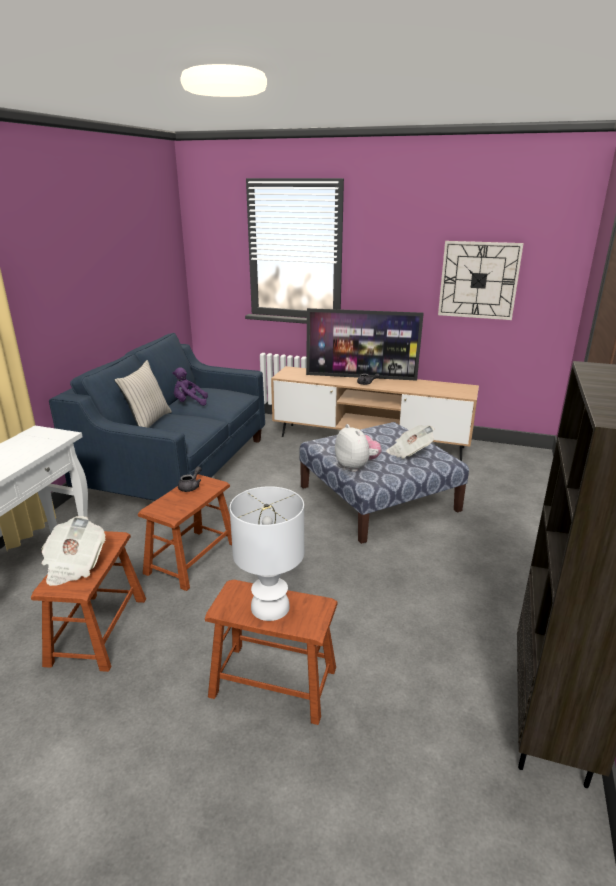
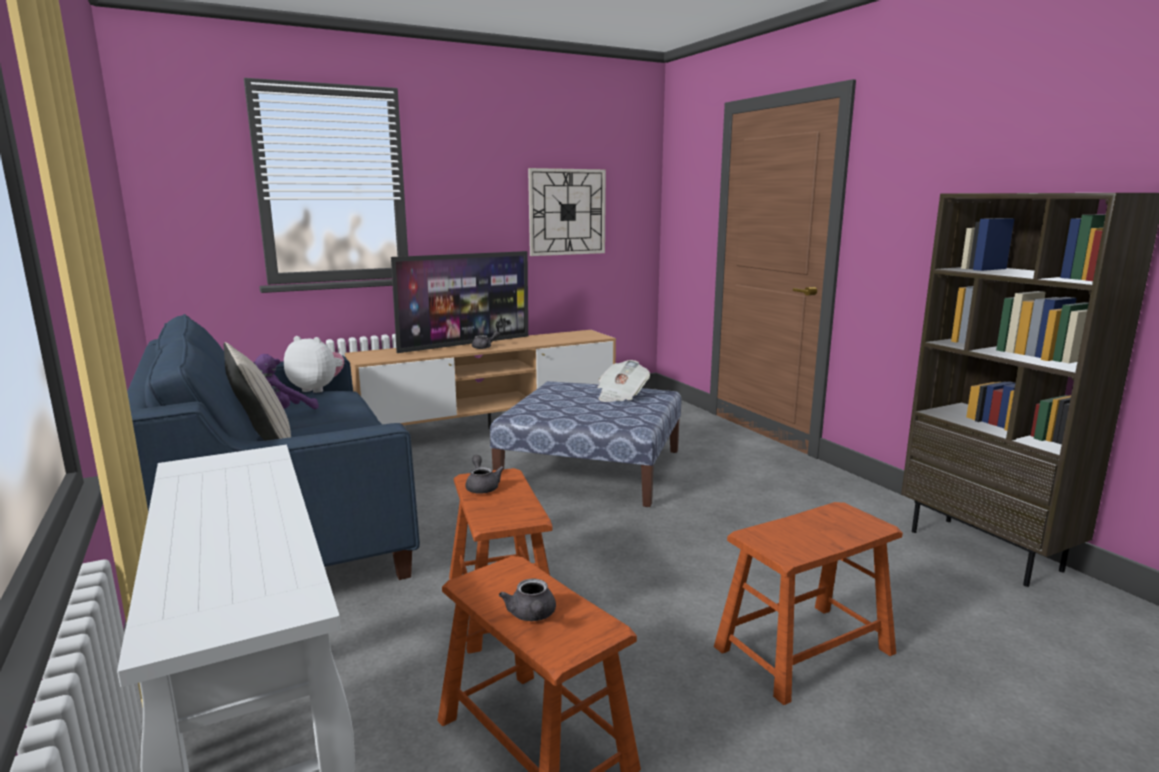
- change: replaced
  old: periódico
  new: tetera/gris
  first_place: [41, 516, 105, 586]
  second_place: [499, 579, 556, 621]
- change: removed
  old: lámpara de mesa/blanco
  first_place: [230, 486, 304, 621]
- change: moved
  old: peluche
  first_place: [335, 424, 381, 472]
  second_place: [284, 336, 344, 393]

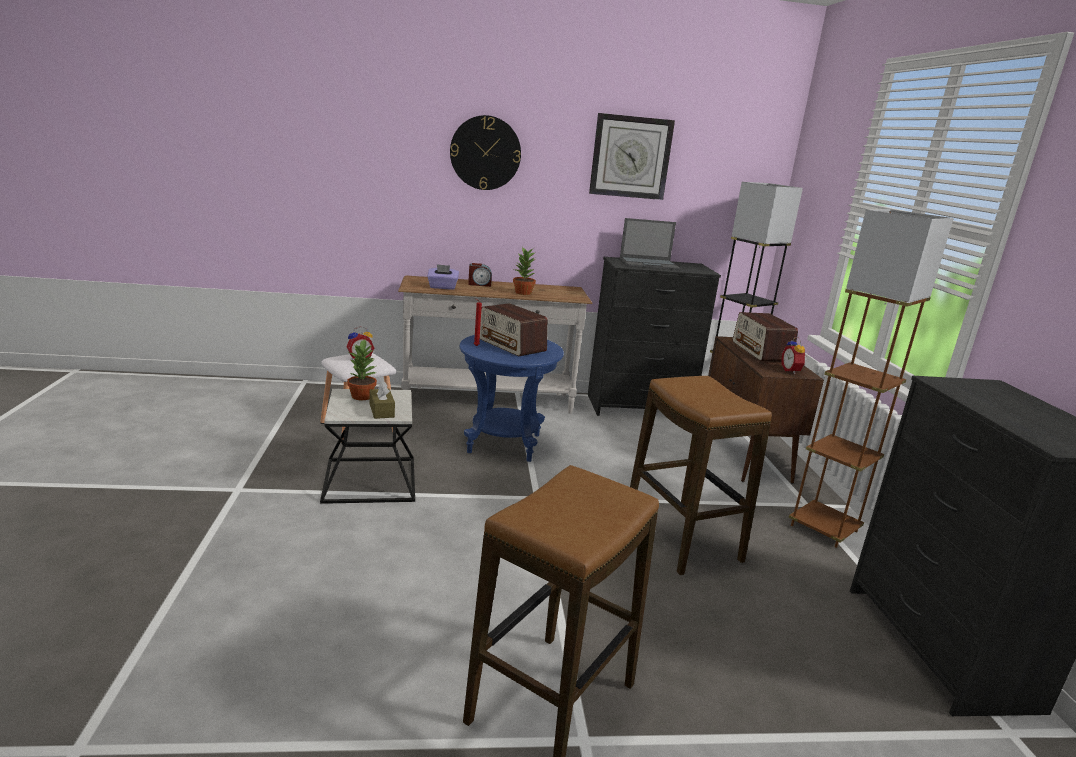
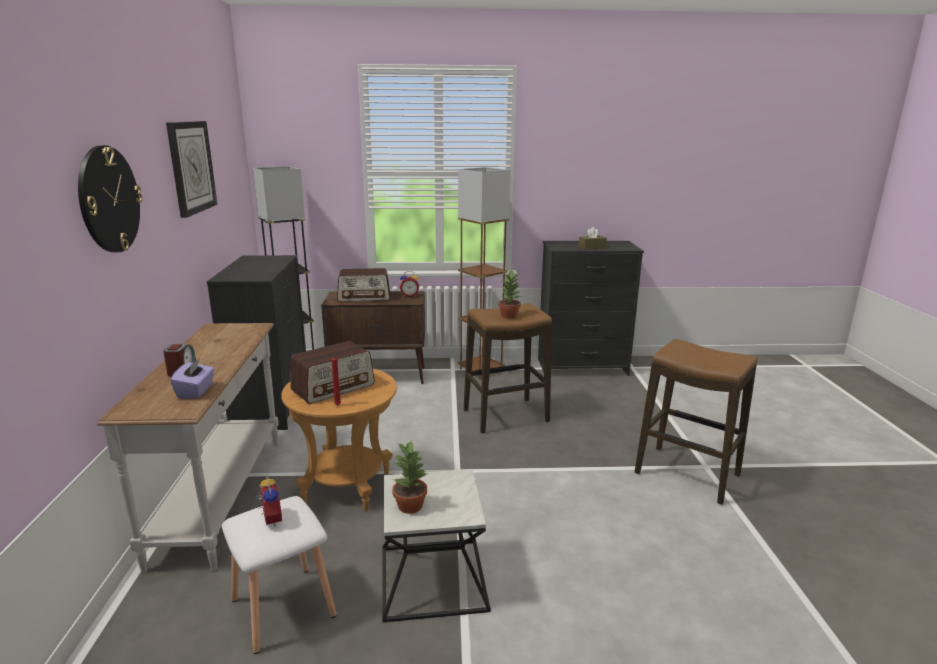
- change: moved
  old: caja de pañuelos/marrón
  first_place: [370, 381, 395, 419]
  second_place: [579, 227, 607, 250]
- change: recoloured
  old: mesa auxiliar/azul
  new: mesa auxiliar/marrón
  first_place: [460, 335, 564, 462]
  second_place: [281, 369, 397, 511]
- change: moved
  old: planta en maceta
  first_place: [513, 247, 536, 295]
  second_place: [498, 269, 521, 318]
- change: removed
  old: portátil
  first_place: [620, 218, 680, 270]

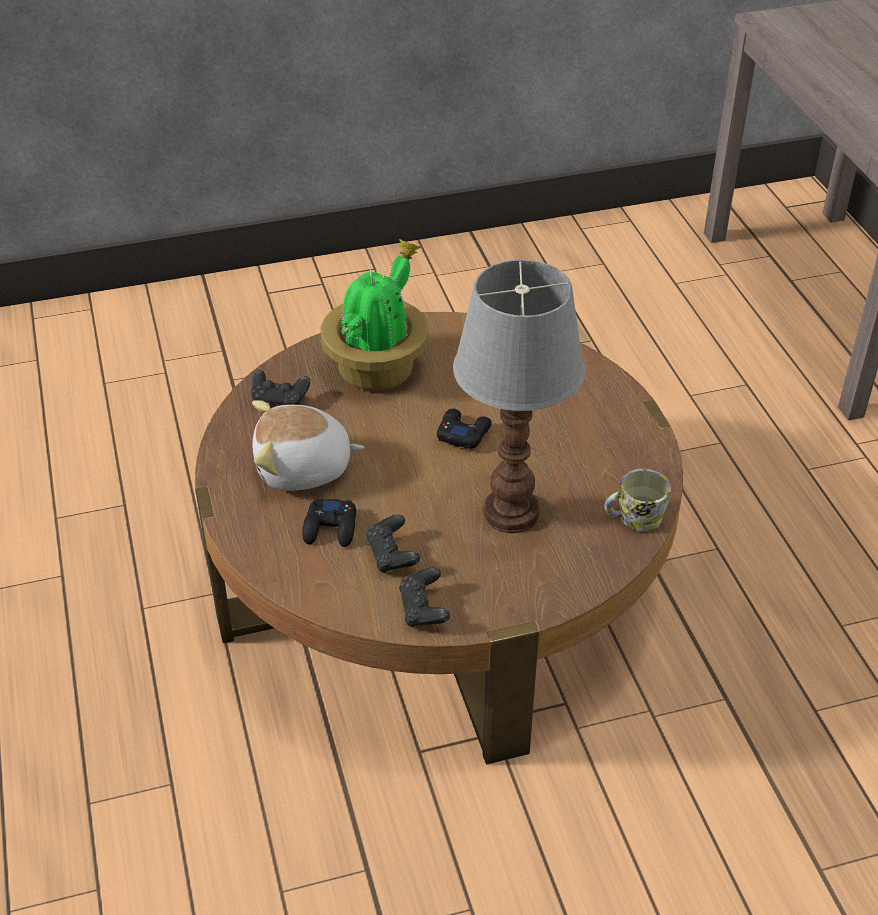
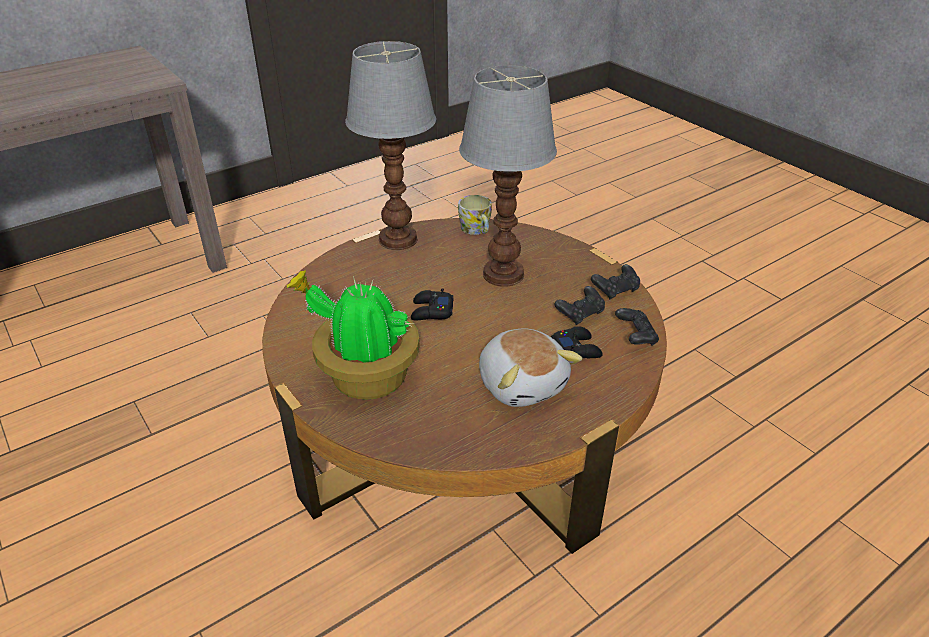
- change: moved
  old: mando de consola/negro
  first_place: [251, 370, 311, 405]
  second_place: [615, 308, 659, 346]
- change: added
  new: lámpara de mesa
  second_place: [345, 41, 436, 250]

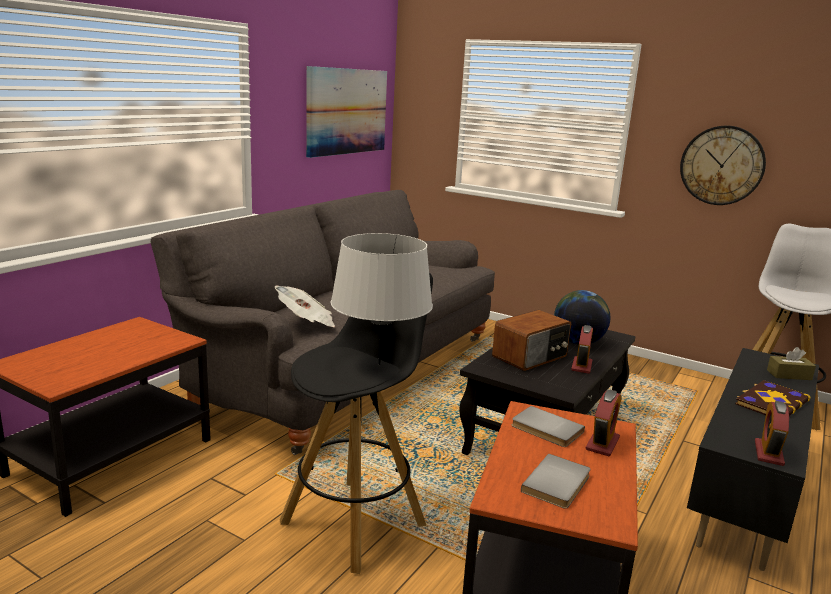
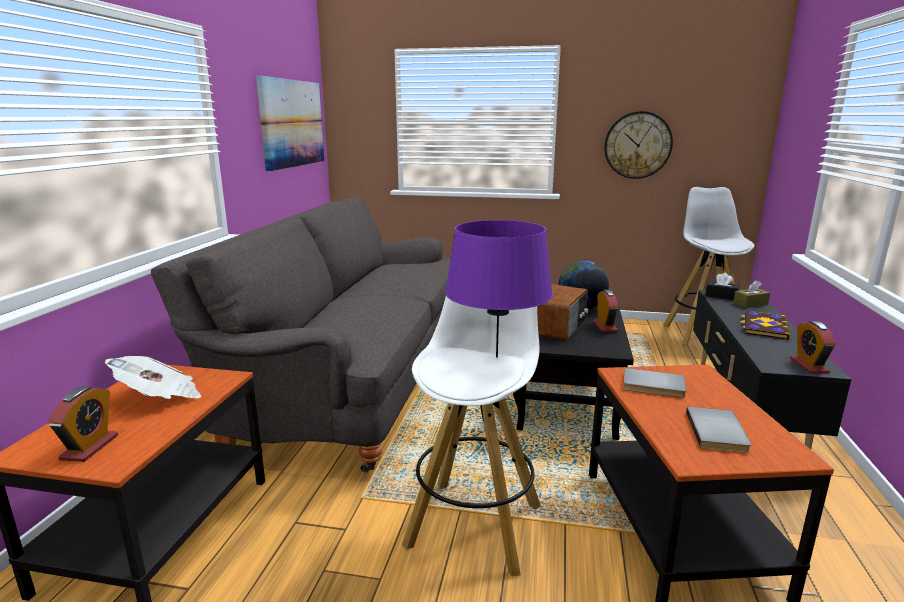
- change: moved
  old: periódico
  first_place: [274, 285, 335, 327]
  second_place: [105, 356, 201, 399]
- change: recoloured
  old: taburete/negro
  new: taburete/blanco
  first_place: [280, 273, 433, 574]
  second_place: [401, 296, 541, 577]
- change: recoloured
  old: lámpara de mesa/gris
  new: lámpara de mesa/morado
  first_place: [331, 233, 433, 365]
  second_place: [445, 220, 553, 358]
- change: moved
  old: despertador
  first_place: [585, 390, 622, 456]
  second_place: [48, 386, 118, 462]
- change: added
  new: caja de pañuelos/negro
  second_place: [705, 273, 739, 300]

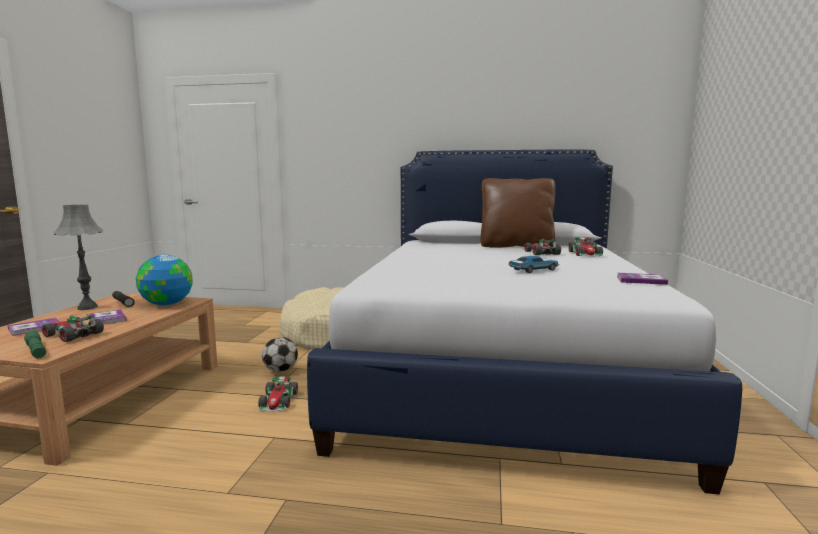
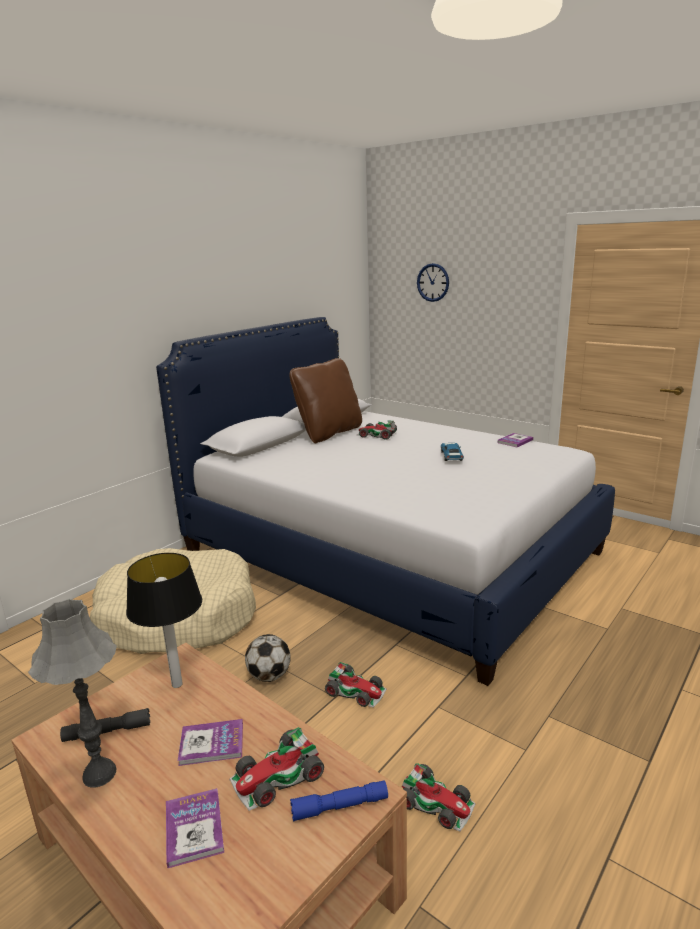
- change: recoloured
  old: linterna/verde
  new: linterna/azul
  first_place: [24, 331, 46, 358]
  second_place: [290, 781, 388, 821]
- change: replaced
  old: globo terráqueo
  new: lámpara de mesa
  first_place: [136, 255, 193, 306]
  second_place: [126, 553, 202, 688]
- change: moved
  old: coche de juguete
  first_place: [568, 237, 603, 256]
  second_place: [402, 763, 476, 832]
- change: added
  new: reloj de pared
  second_place: [417, 263, 449, 302]

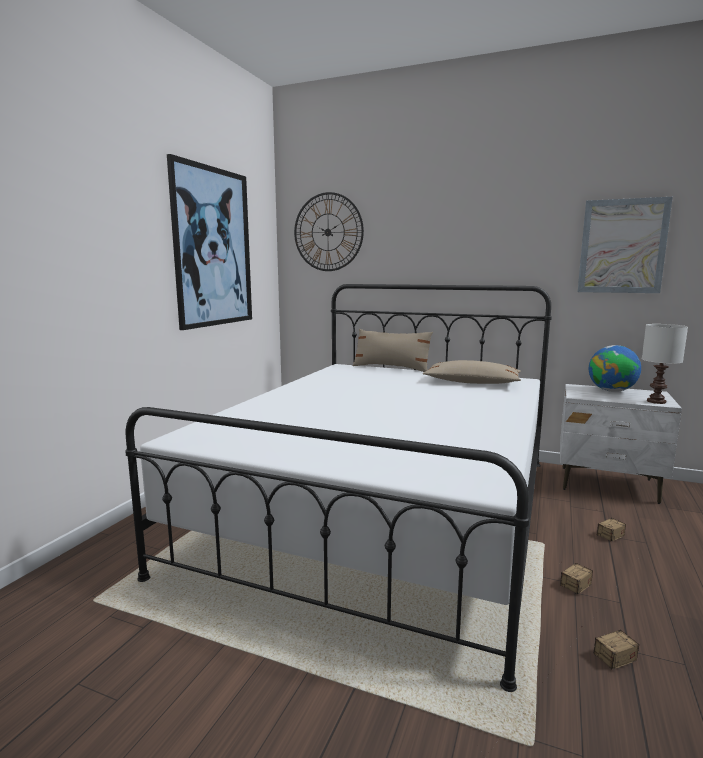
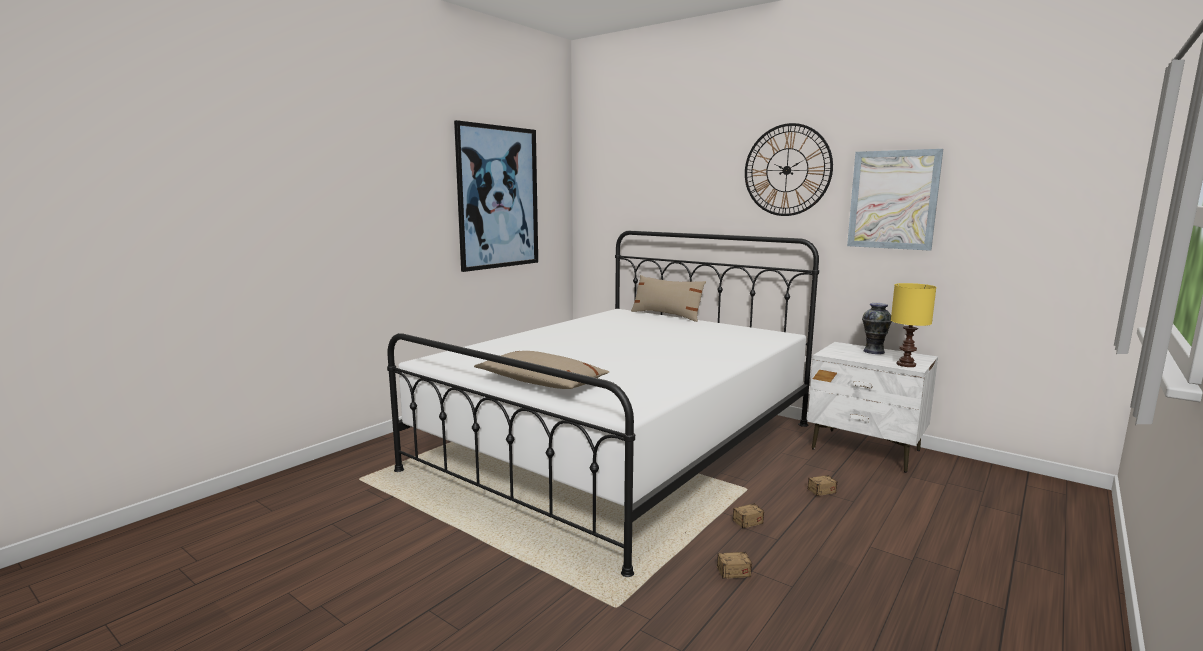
- change: moved
  old: reloj de pared
  first_place: [294, 192, 364, 271]
  second_place: [745, 123, 833, 216]
- change: moved
  old: cojín/beis
  first_place: [423, 360, 521, 384]
  second_place: [474, 351, 609, 389]
- change: replaced
  old: globo terráqueo
  new: florero
  first_place: [589, 345, 641, 392]
  second_place: [862, 303, 892, 354]
- change: recoloured
  old: lámpara de mesa/blanco
  new: lámpara de mesa/amarillo
  first_place: [642, 324, 688, 404]
  second_place: [891, 283, 936, 367]

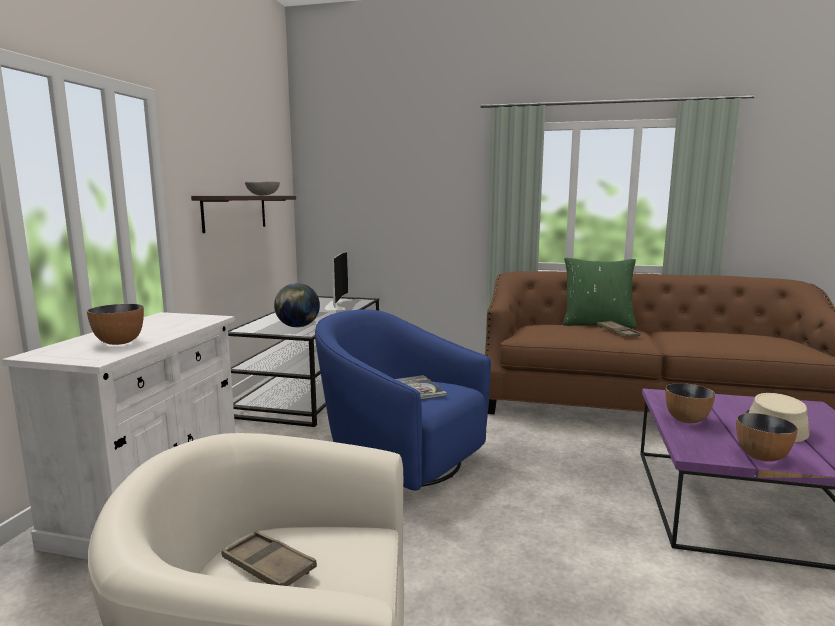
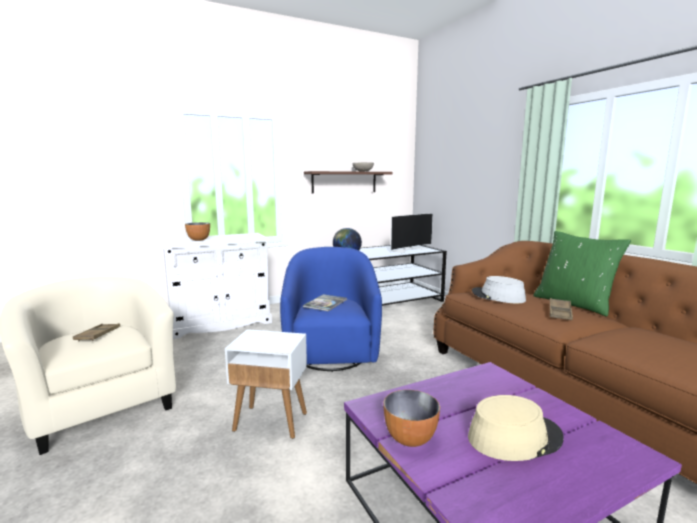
- change: removed
  old: cuenco
  first_place: [665, 383, 715, 423]
- change: added
  new: mesa auxiliar/blanco
  second_place: [225, 329, 307, 439]
- change: added
  new: sombrero/gris
  second_place: [472, 276, 526, 303]

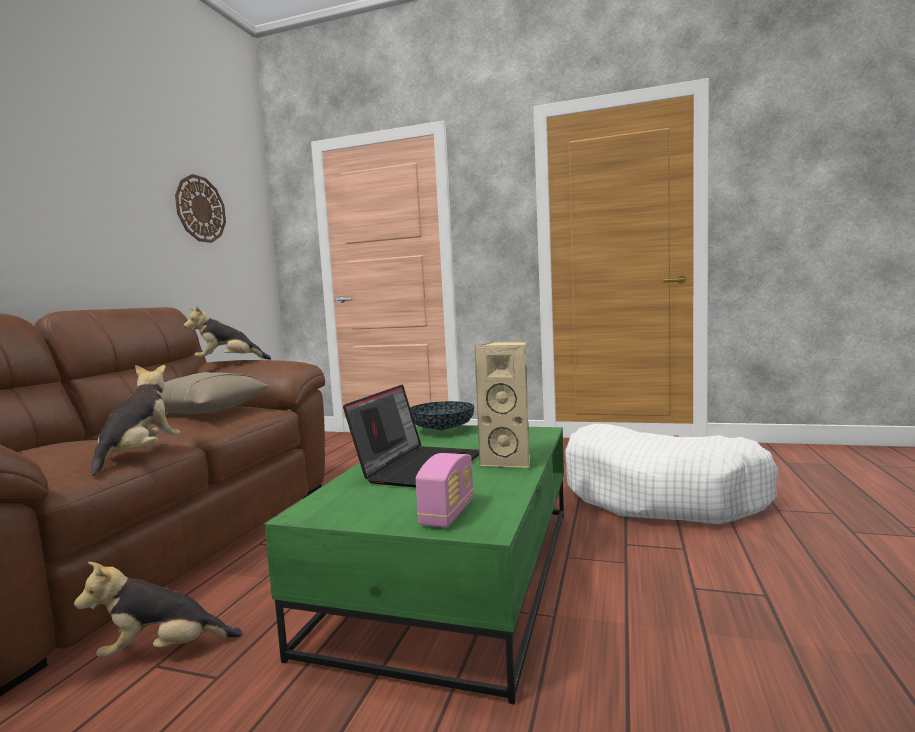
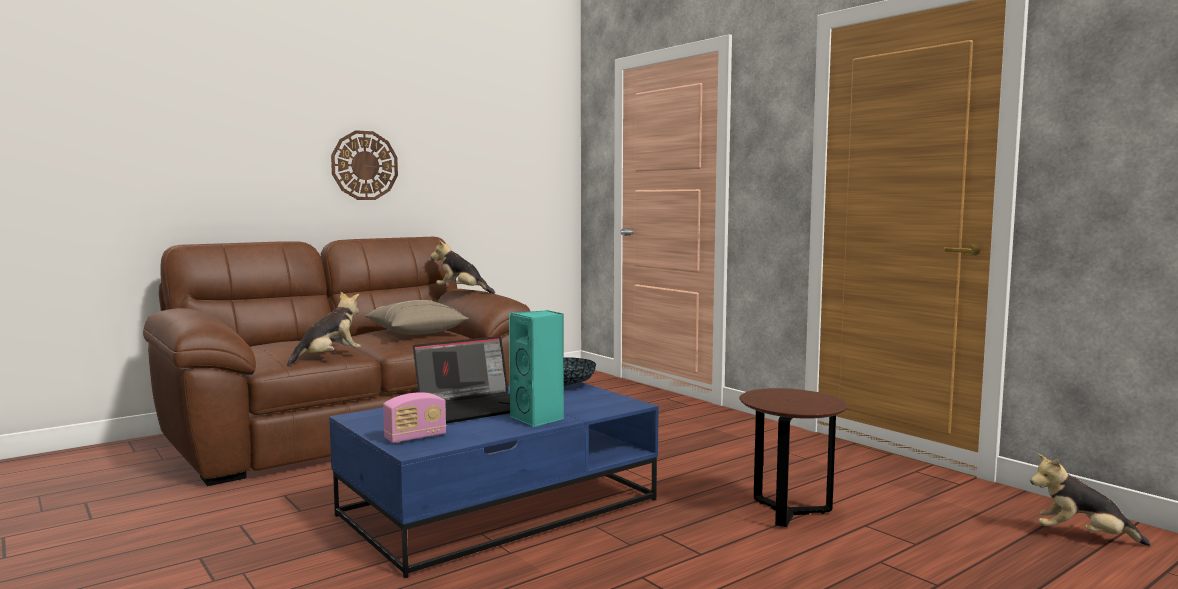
- change: moved
  old: peluche
  first_place: [74, 562, 242, 658]
  second_place: [1030, 453, 1150, 546]
- change: moved
  old: reloj de pared
  first_place: [175, 174, 226, 243]
  second_place: [331, 130, 398, 200]
- change: recoloured
  old: mesa de centro/verde
  new: mesa de centro/azul
  first_place: [264, 425, 564, 704]
  second_place: [329, 382, 659, 578]
- change: recoloured
  old: altavoz/beis
  new: altavoz/turquesa
  first_place: [475, 341, 530, 468]
  second_place: [509, 310, 564, 427]
- change: replaced
  old: cama para perro/blanco
  new: mesa auxiliar/marrón
  first_place: [565, 424, 778, 524]
  second_place: [739, 388, 848, 527]

